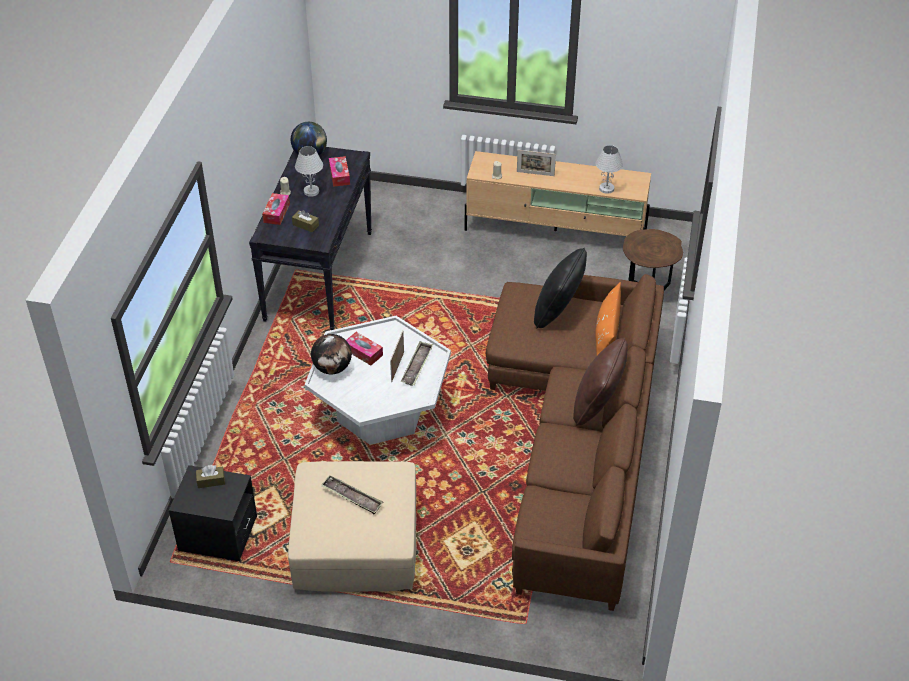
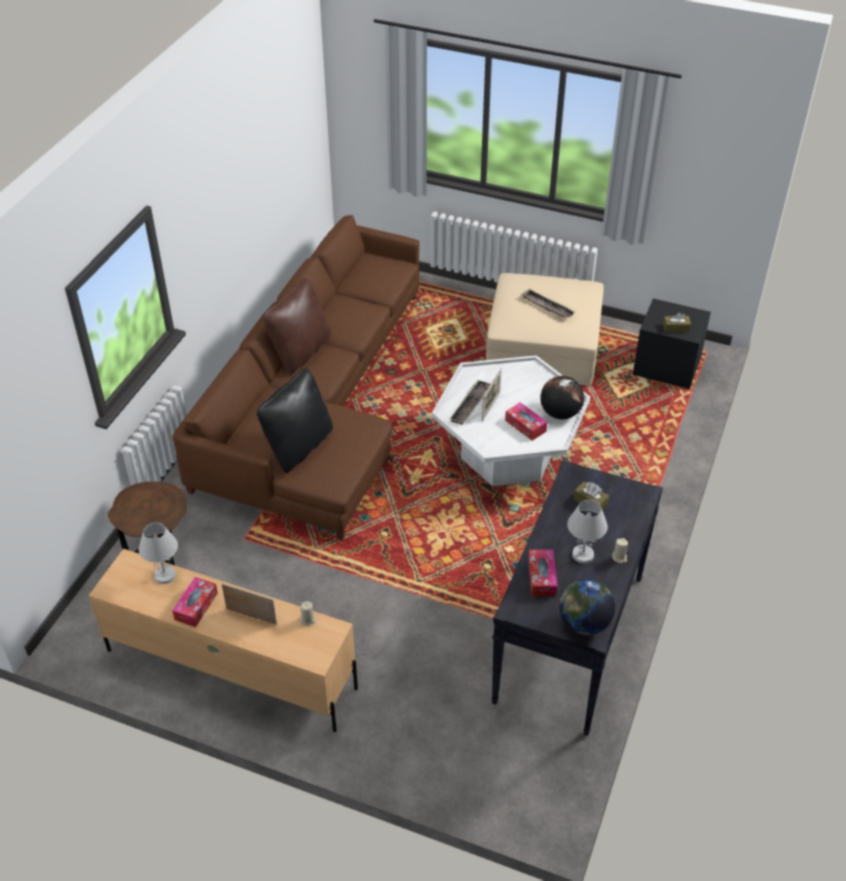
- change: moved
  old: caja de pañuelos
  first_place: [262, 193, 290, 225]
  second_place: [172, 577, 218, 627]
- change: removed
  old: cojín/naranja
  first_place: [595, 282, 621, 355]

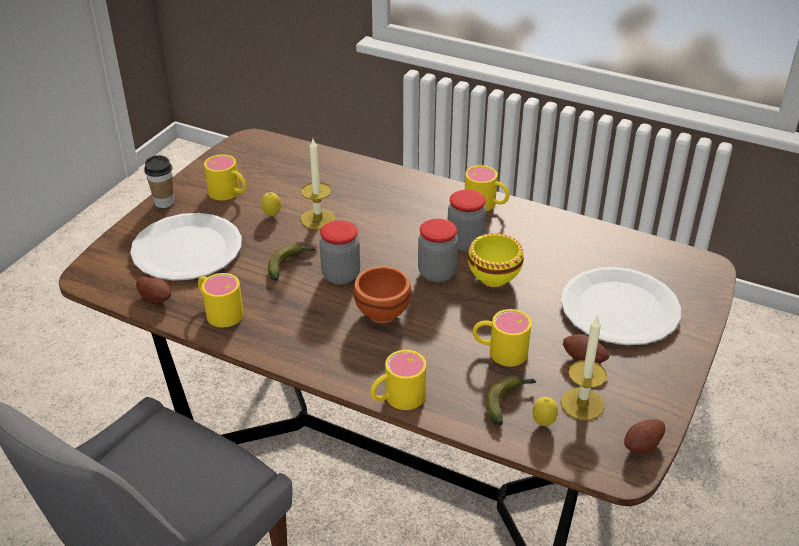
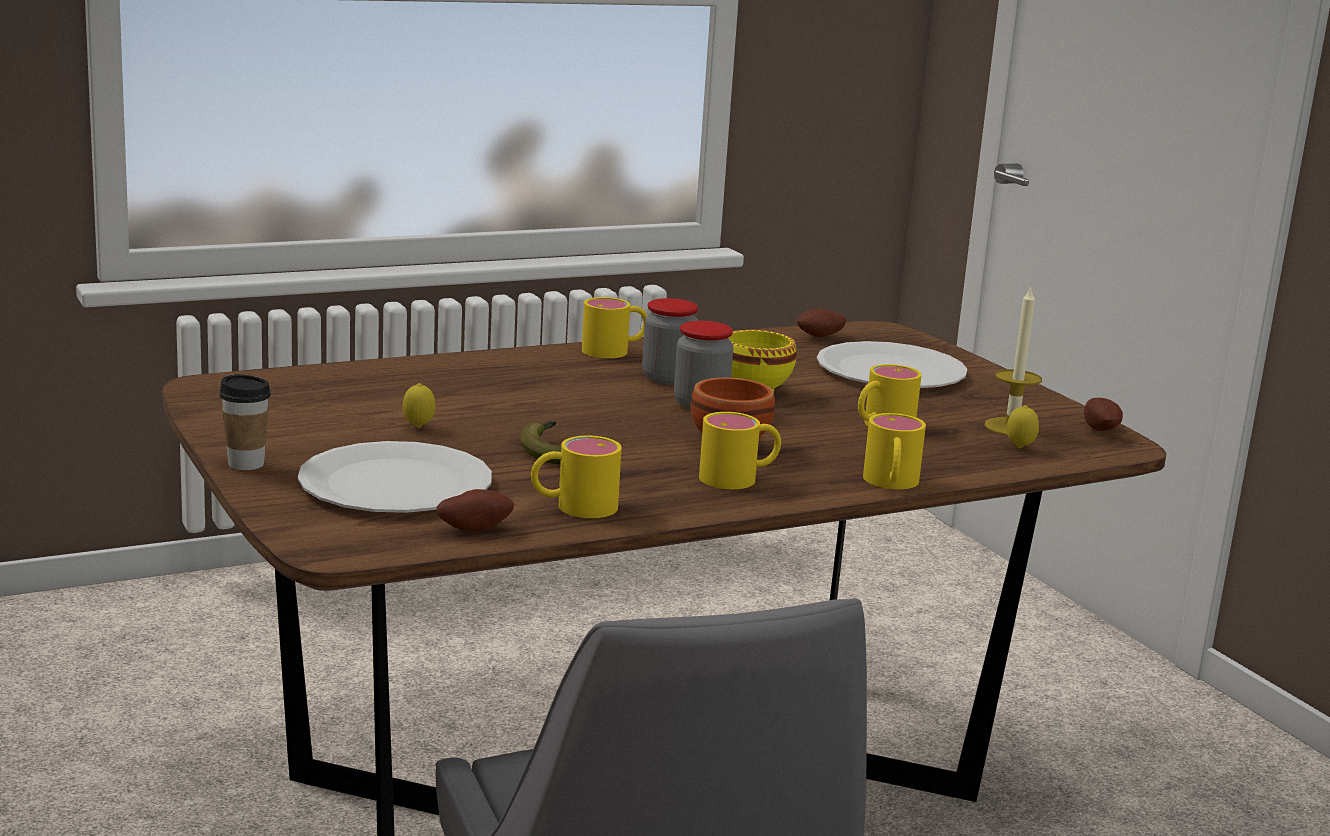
- change: moved
  old: taza grande/amarillo
  first_place: [204, 154, 246, 200]
  second_place: [699, 412, 781, 489]
- change: removed
  old: vela
  first_place: [301, 139, 336, 230]
- change: removed
  old: tarro
  first_place: [319, 220, 360, 285]
- change: removed
  old: plátano
  first_place: [486, 375, 536, 425]
- change: moved
  old: patata
  first_place: [563, 334, 609, 363]
  second_place: [797, 309, 846, 337]

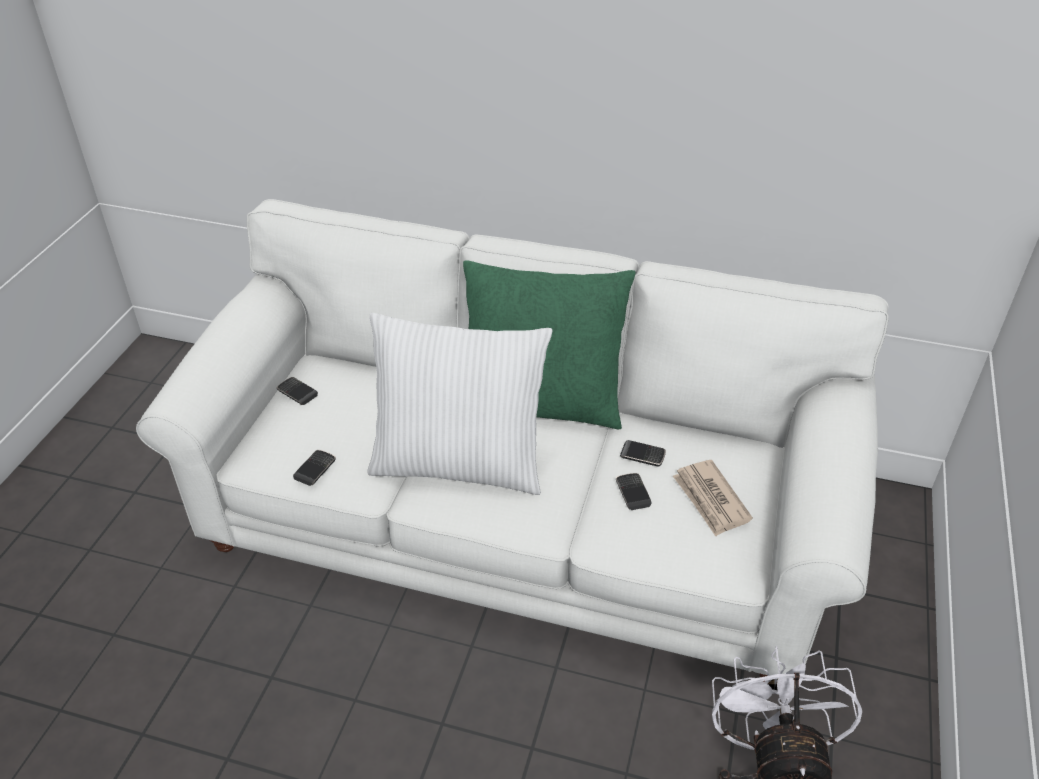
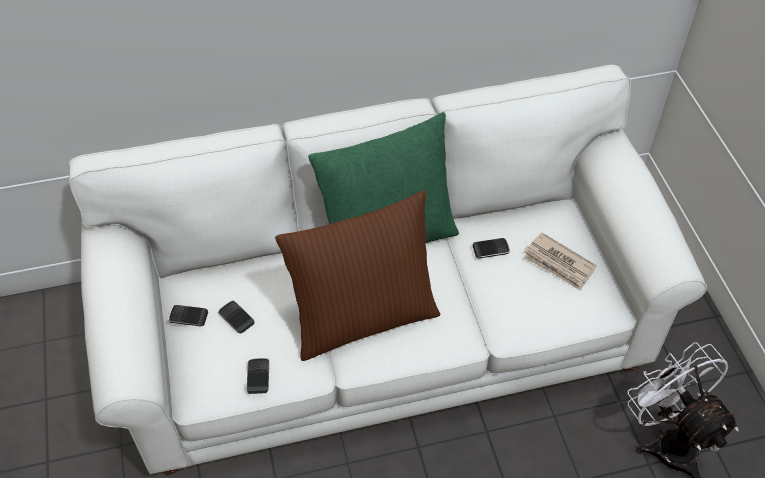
- change: recoloured
  old: cojín/blanco
  new: cojín/marrón
  first_place: [368, 313, 552, 495]
  second_place: [275, 191, 440, 361]
- change: moved
  old: móvil
  first_place: [616, 473, 652, 510]
  second_place: [218, 301, 254, 333]

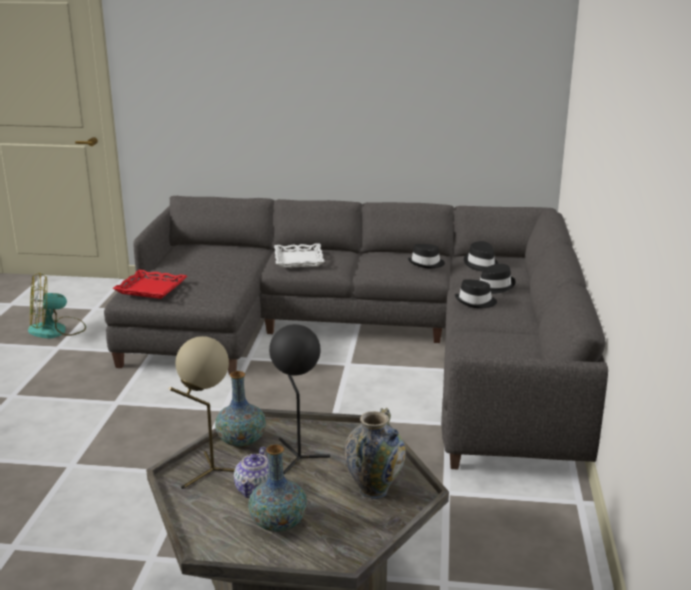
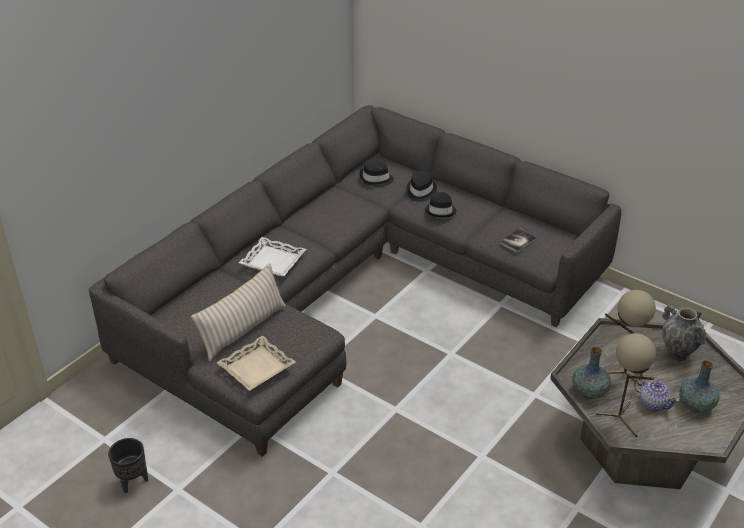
- change: replaced
  old: ventilador
  new: maceta/negro
  first_place: [28, 273, 86, 339]
  second_place: [108, 438, 148, 493]
- change: recoloured
  old: bandeja/rojo
  new: bandeja/beis
  first_place: [112, 270, 187, 299]
  second_place: [216, 335, 295, 391]
- change: recoloured
  old: lámpara de mesa/negro
  new: lámpara de mesa/beis
  first_place: [269, 324, 330, 474]
  second_place: [605, 290, 656, 386]
- change: removed
  old: sombrero/negro
  first_place: [408, 244, 445, 268]
- change: added
  new: cojín/beis
  second_place: [191, 263, 286, 361]
- change: added
  new: libro
  second_place: [500, 228, 537, 253]

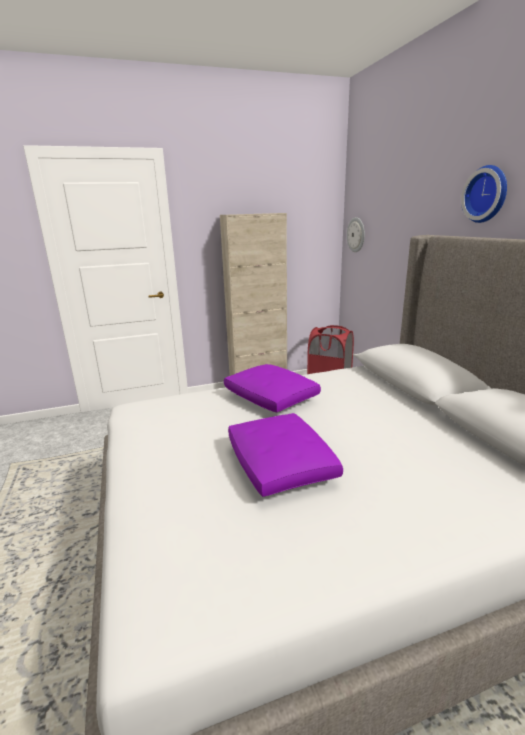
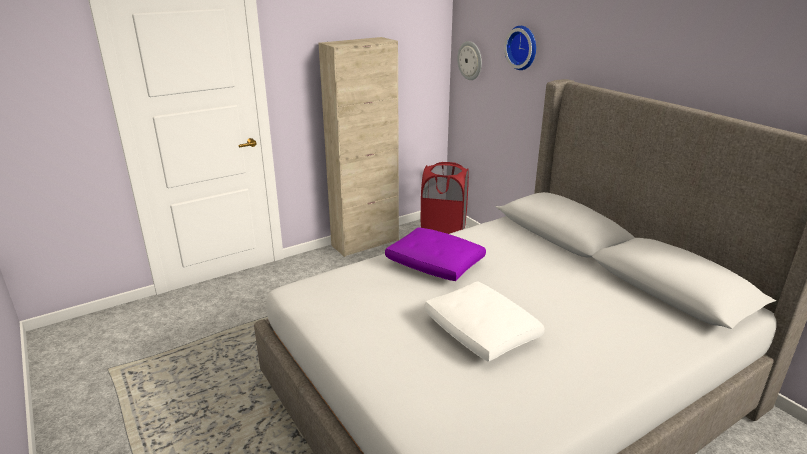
- change: recoloured
  old: cojín/morado
  new: cojín/blanco
  first_place: [228, 413, 343, 497]
  second_place: [424, 281, 545, 362]
- change: moved
  old: reloj de pared
  first_place: [461, 165, 507, 223]
  second_place: [504, 26, 536, 70]

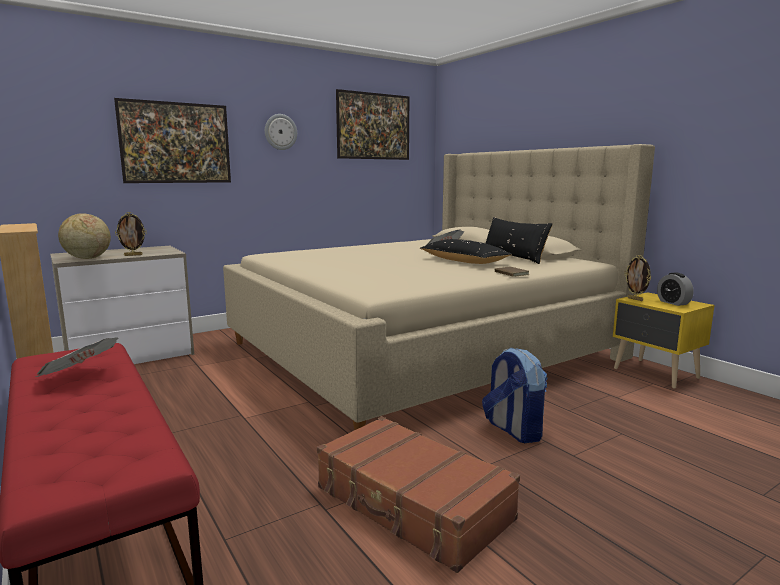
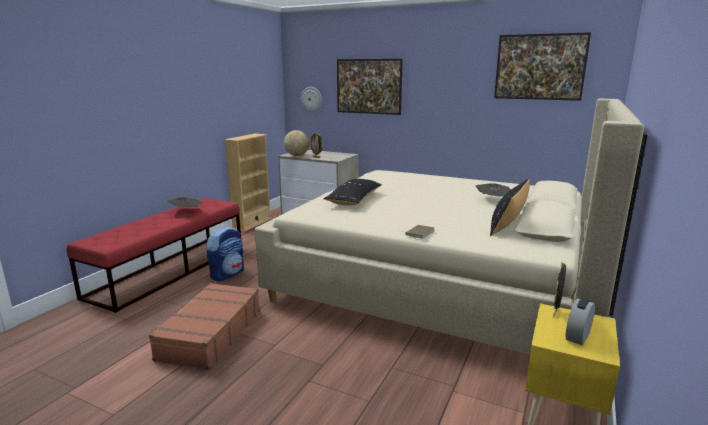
- change: moved
  old: reloj de pared
  first_place: [265, 114, 297, 150]
  second_place: [301, 87, 322, 112]
- change: moved
  old: cojín/negro
  first_place: [420, 239, 512, 264]
  second_place: [323, 179, 382, 205]
- change: moved
  old: mochila
  first_place: [482, 347, 548, 443]
  second_place: [206, 226, 244, 281]

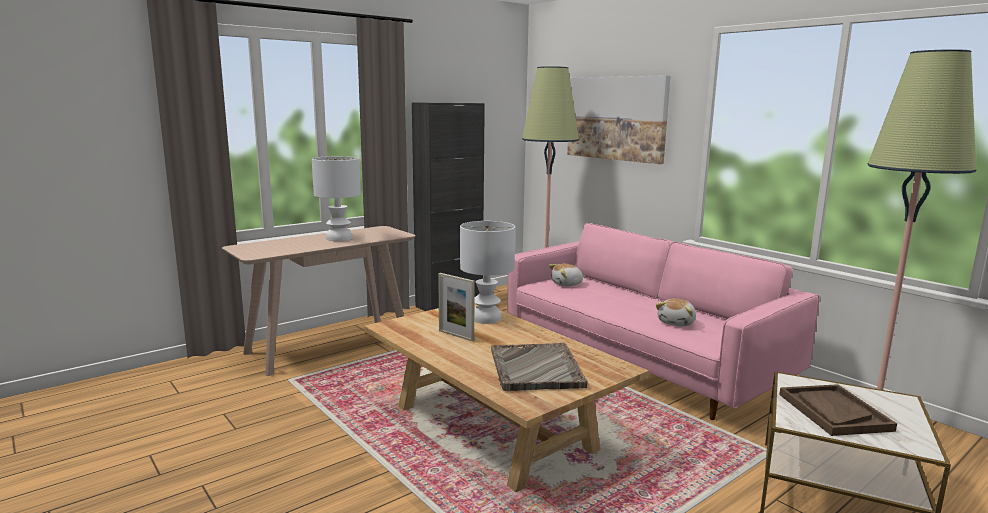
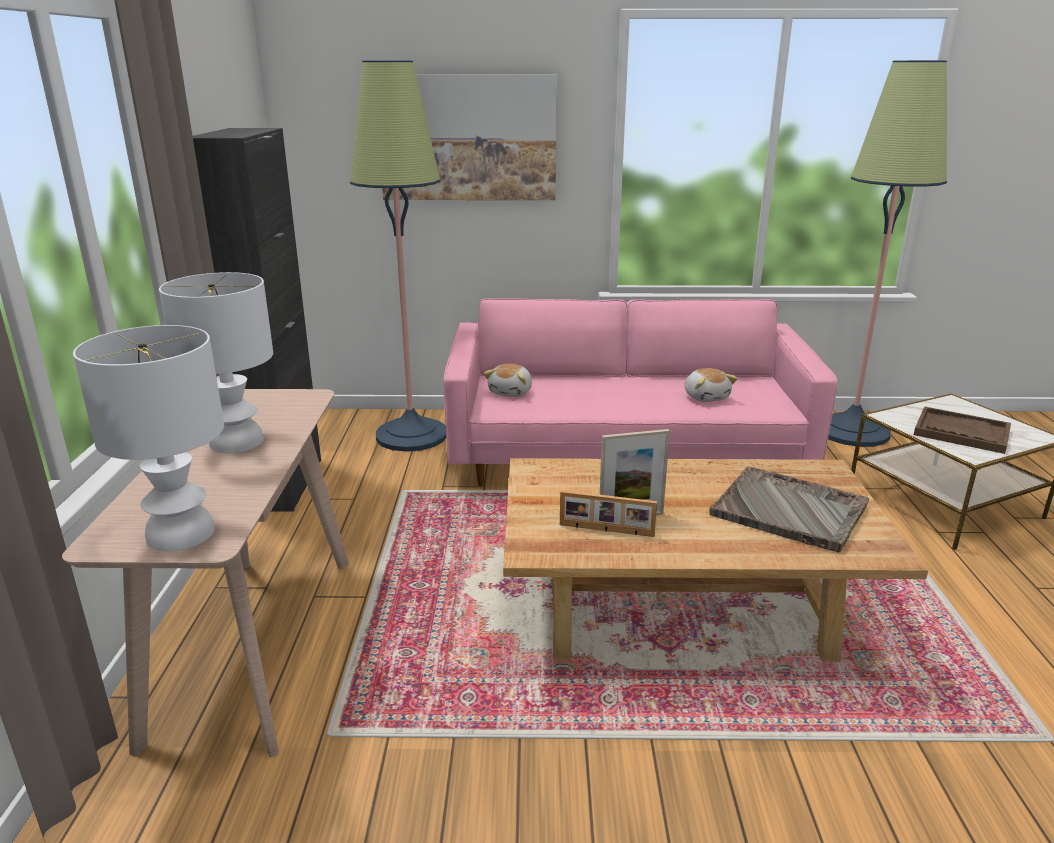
- change: moved
  old: lámpara de mesa/blanco
  first_place: [460, 221, 515, 324]
  second_place: [73, 325, 224, 552]
- change: added
  new: portarretratos
  second_place: [560, 490, 657, 537]

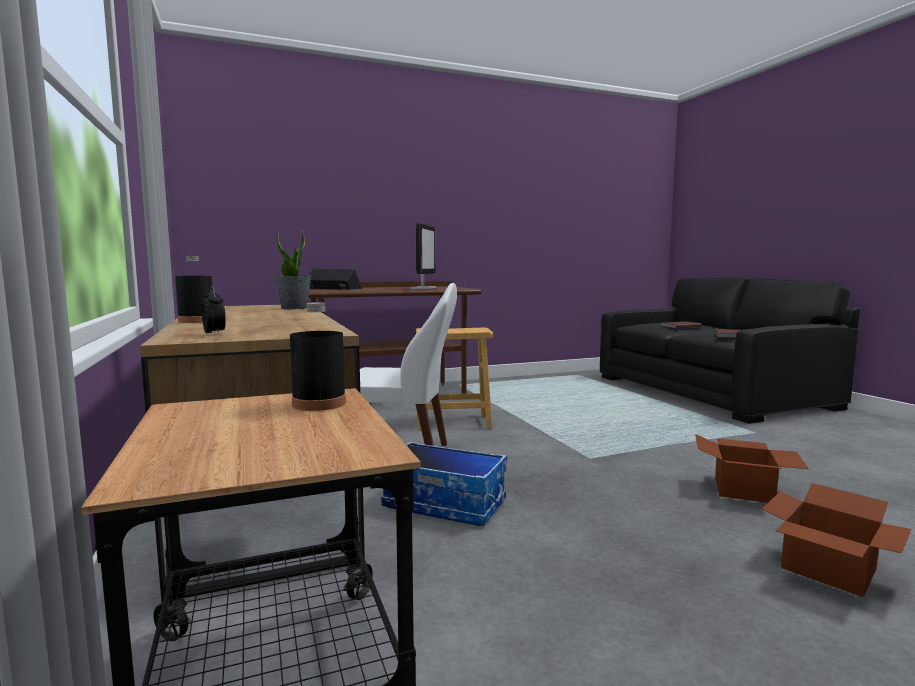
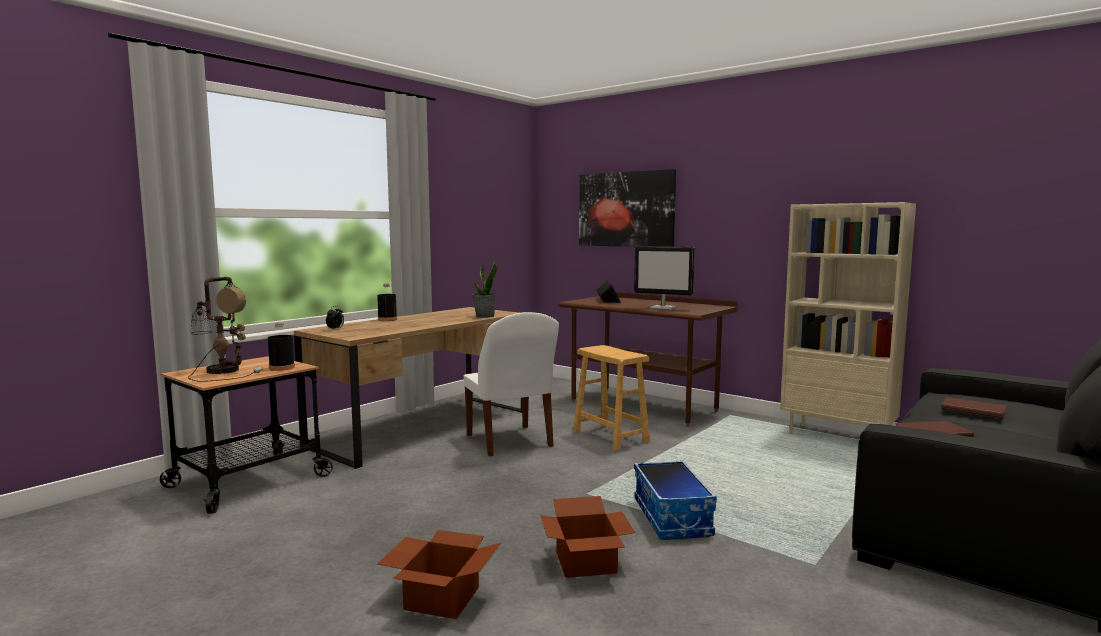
- change: moved
  old: caja de almacenaje
  first_place: [381, 442, 507, 526]
  second_place: [634, 461, 717, 540]
- change: turned
  old: monitor
  first_place: [411, 222, 437, 289]
  second_place: [634, 246, 695, 310]
  degrees: 45
- change: added
  new: lámpara de mesa
  second_place: [188, 277, 262, 382]
- change: added
  new: cuadro
  second_place: [579, 169, 676, 247]
- change: added
  new: estantería/beis
  second_place: [780, 202, 916, 434]

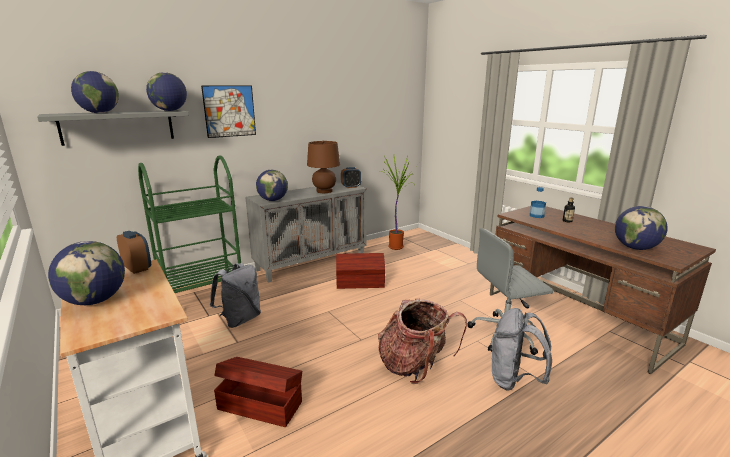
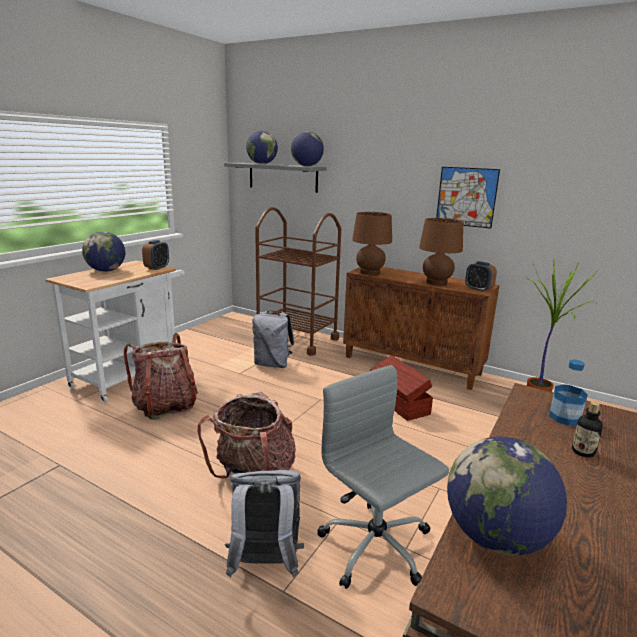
- change: recoloured
  old: carrito/verde
  new: carrito/marrón
  first_place: [138, 156, 241, 293]
  second_place: [255, 207, 341, 356]
- change: moved
  old: cuadro
  first_place: [201, 85, 256, 138]
  second_place: [436, 167, 500, 229]
- change: replaced
  old: caja de almacenaje/marrón
  new: mochila
  first_place: [214, 357, 302, 427]
  second_place: [124, 333, 198, 420]
- change: recoloured
  old: armario/gris
  new: armario/marrón
  first_place: [245, 183, 367, 283]
  second_place: [343, 267, 499, 390]
- change: replaced
  old: globo terráqueo
  new: lámpara de mesa/marrón
  first_place: [256, 170, 288, 201]
  second_place: [352, 211, 392, 275]

